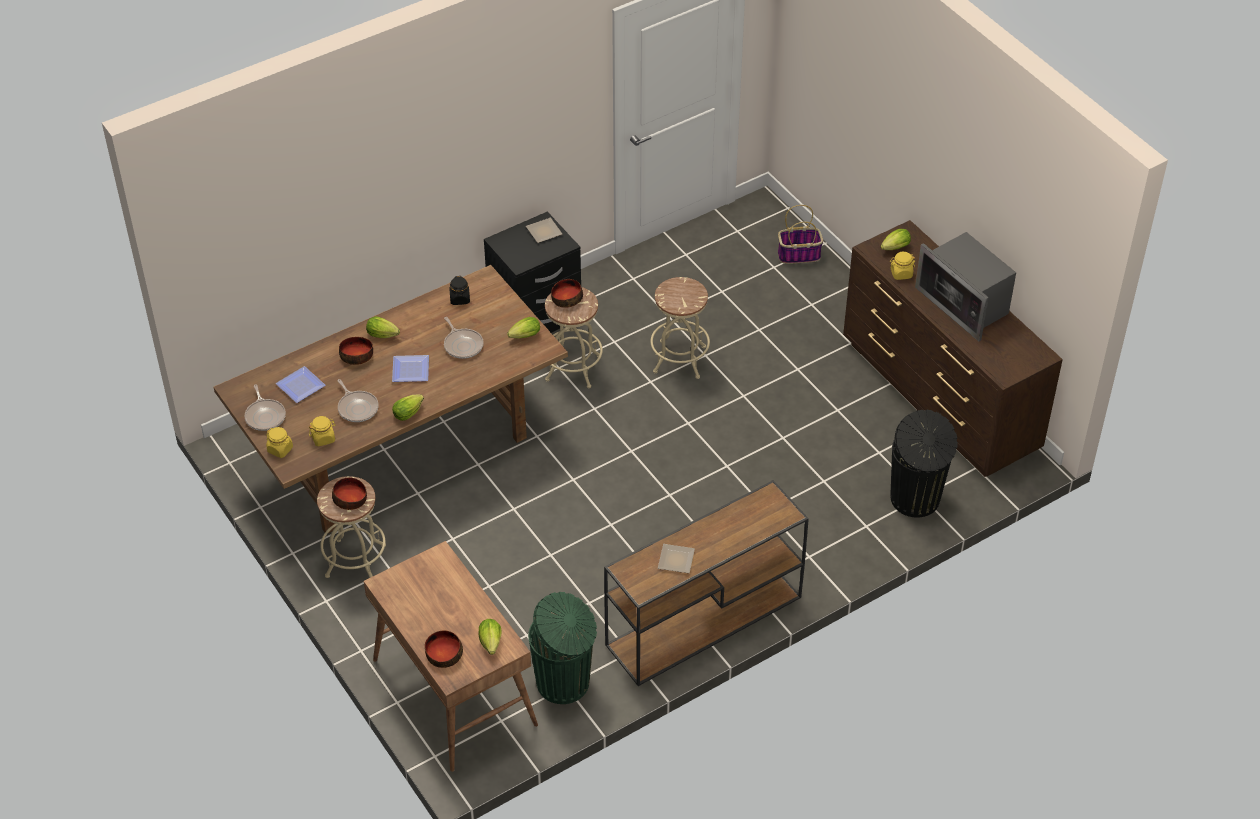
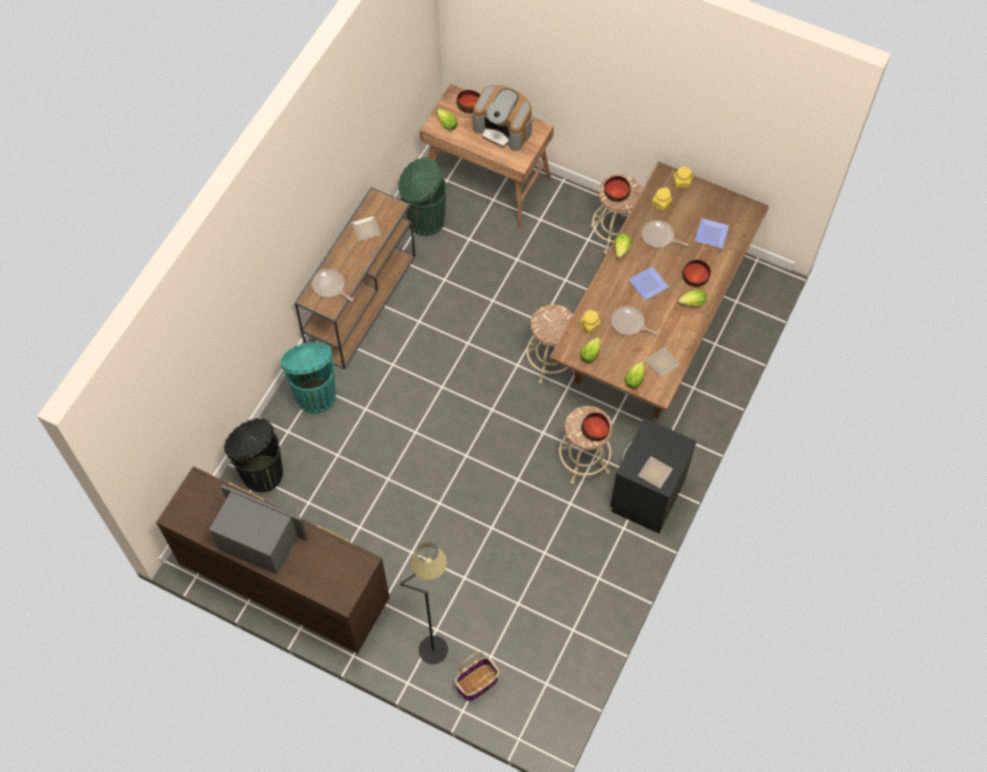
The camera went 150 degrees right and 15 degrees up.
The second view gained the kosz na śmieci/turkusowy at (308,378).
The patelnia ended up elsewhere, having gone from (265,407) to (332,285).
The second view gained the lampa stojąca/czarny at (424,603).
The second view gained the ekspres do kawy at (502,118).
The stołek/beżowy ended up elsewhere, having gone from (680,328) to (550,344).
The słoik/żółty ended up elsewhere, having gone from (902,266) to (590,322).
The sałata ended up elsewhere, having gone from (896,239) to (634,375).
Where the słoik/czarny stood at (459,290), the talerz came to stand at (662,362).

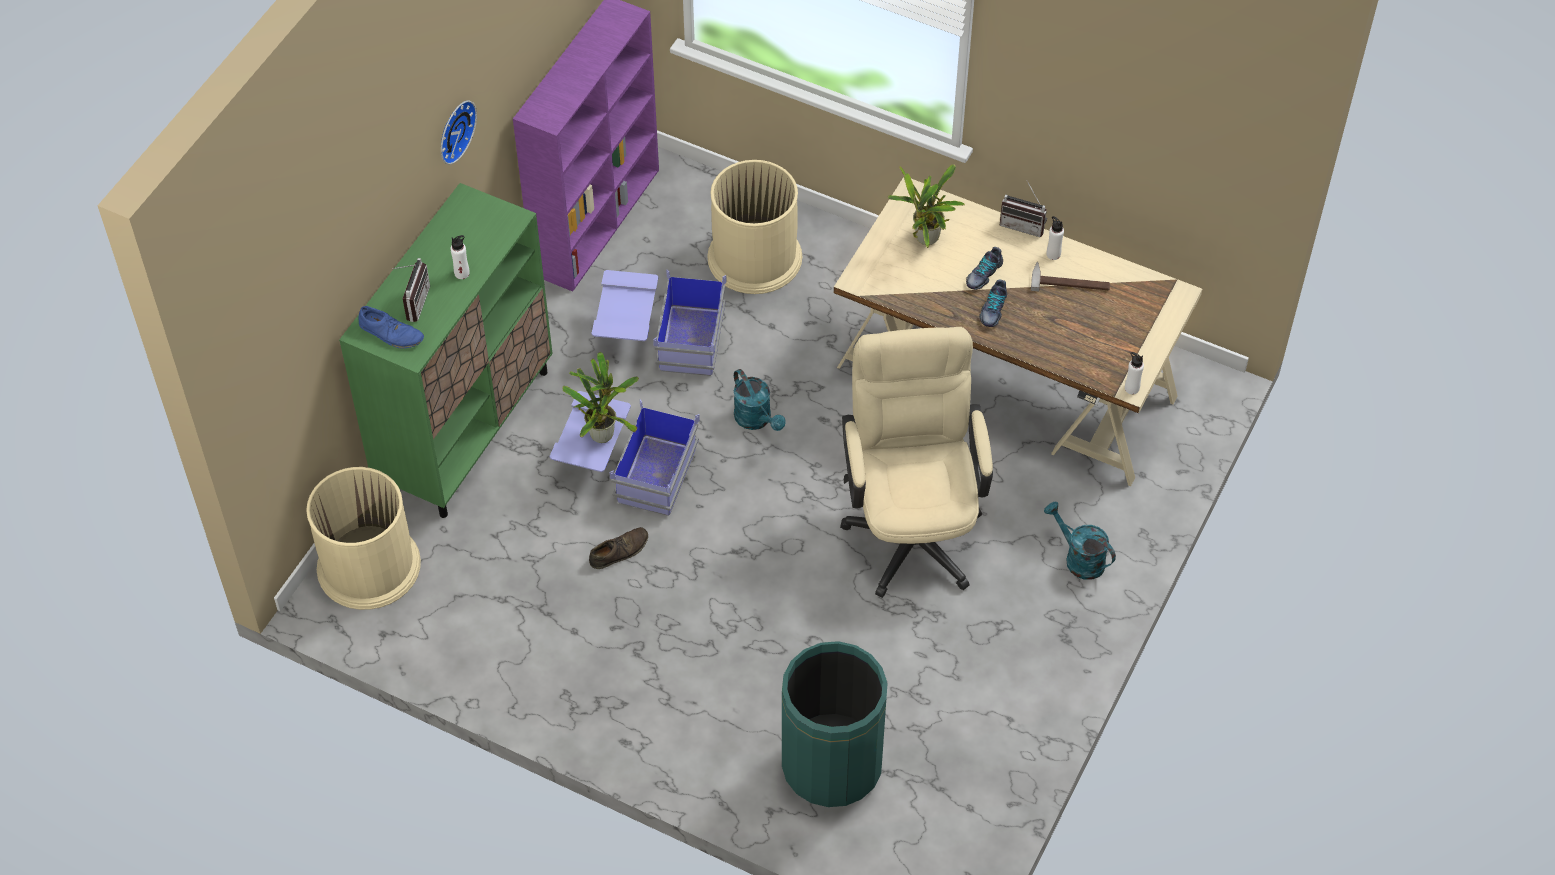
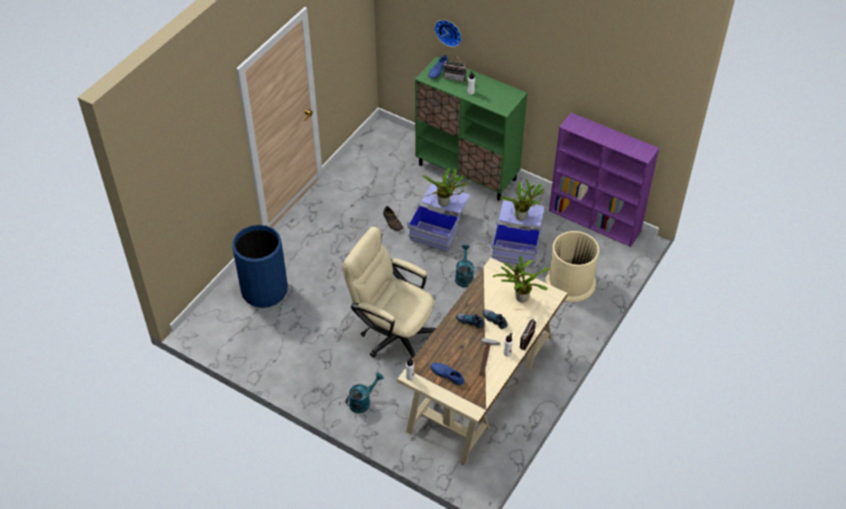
The camera went 95 degrees right and 5 degrees down.
What was the kosz na śmieci/zielony at (835,724) turned into the kosz na śmieci/niebieski at (260,266).
The krzesło biurowe/beżowy at (916,462) ended up facing another way, 150 degrees counterclockwise from before.
The second view gained the but/niebieski at (447,374).
The zegar ścienny ended up elsewhere, having gone from (459,132) to (448,33).
The konewka/turkusowy at (760,400) ended up facing another way, 120 degrees clockwise from before.
The second view gained the roślina doniczkowa at (522,200).
The second view lost the kosz na śmieci/beżowy at (363,538).

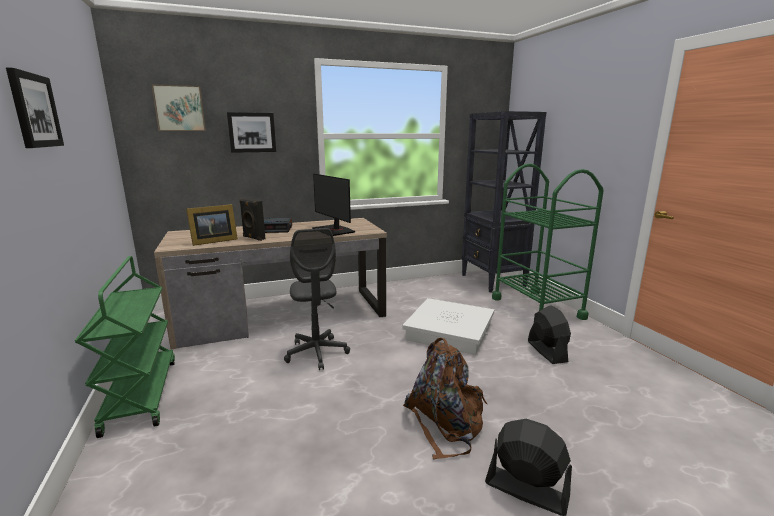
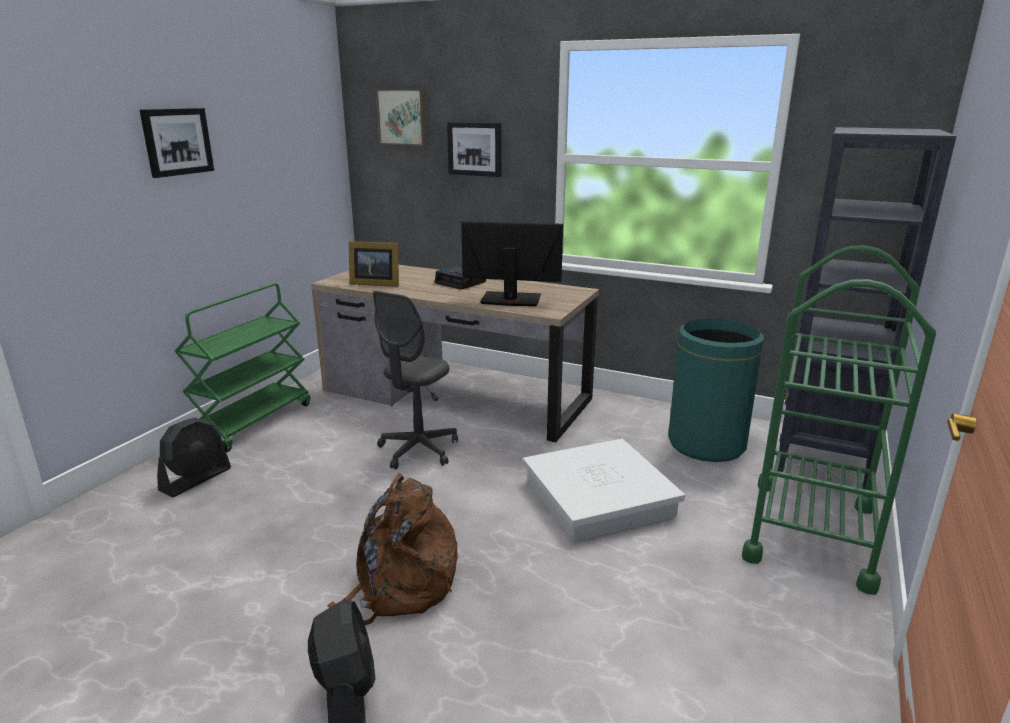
The camera went 45 degrees right and 5 degrees up.
The wentylator/czarny ended up elsewhere, having gone from (549,334) to (194,457).
The monitor at (333,204) ended up facing another way, 90 degrees clockwise from before.
The second view gained the kosz na śmieci/zielony at (716,390).
The second view lost the głośnik/czarny at (252,219).

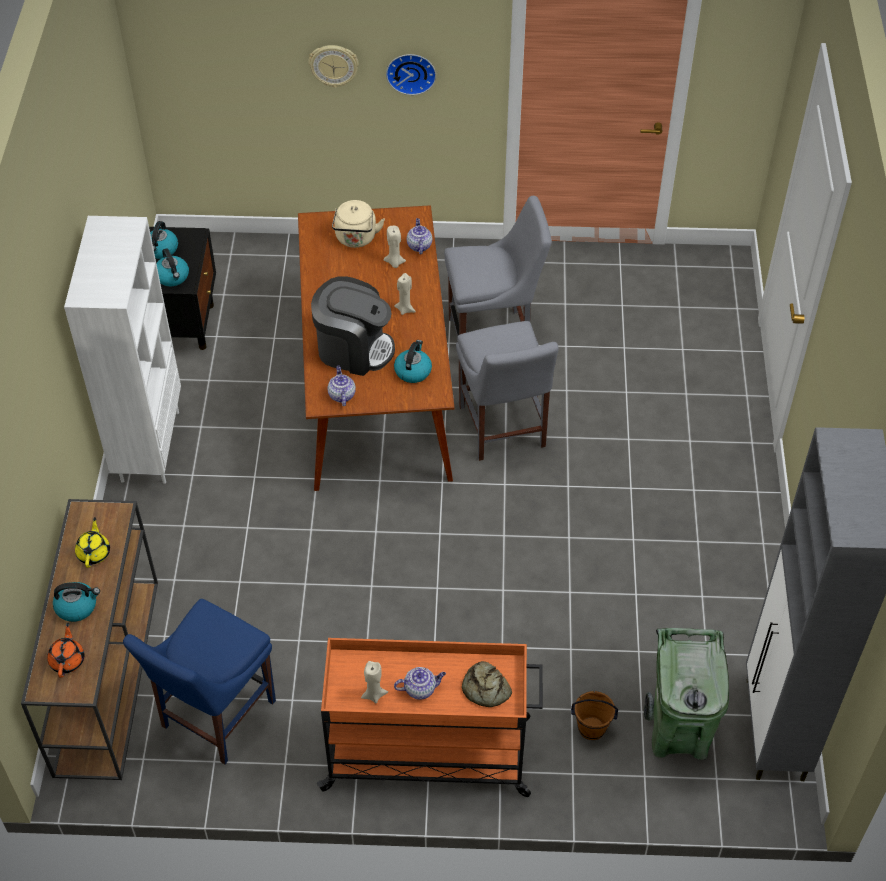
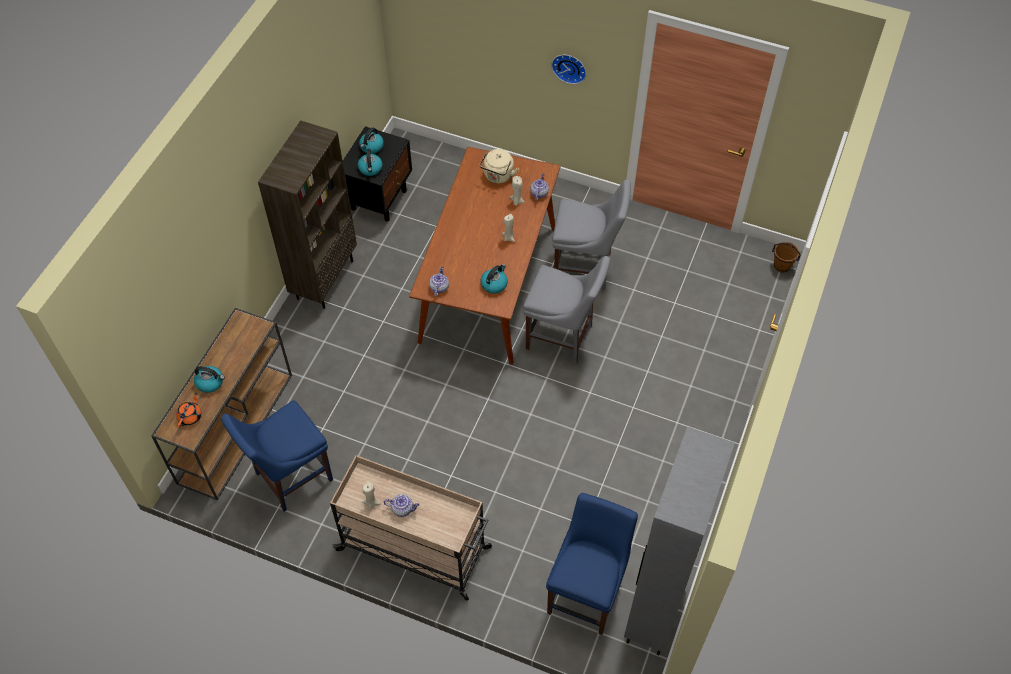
The camera went 20 degrees right and 5 degrees up.
What was the regał/biały at (122,350) turned into the regał/brązowy at (307,214).
What was the wózek/pomarańczowy at (430,717) turned into the wózek/beżowy at (411,528).
The krzesło/szary at (507,391) ended up facing another way, 75 degrees counterclockwise from before.
Where the kosz na śmieci/zielony stood at (686,694), the krzesło/niebieski came to stand at (592,564).
The wiadro/brązowy ended up elsewhere, having gone from (594,715) to (786,257).
The second view lost the imbryk/żółty at (92,542).
The second view lost the zegar ścienny at (333,66).
The second view lost the ekspres do kawy at (353,326).
The second view lost the chleb at (487,684).

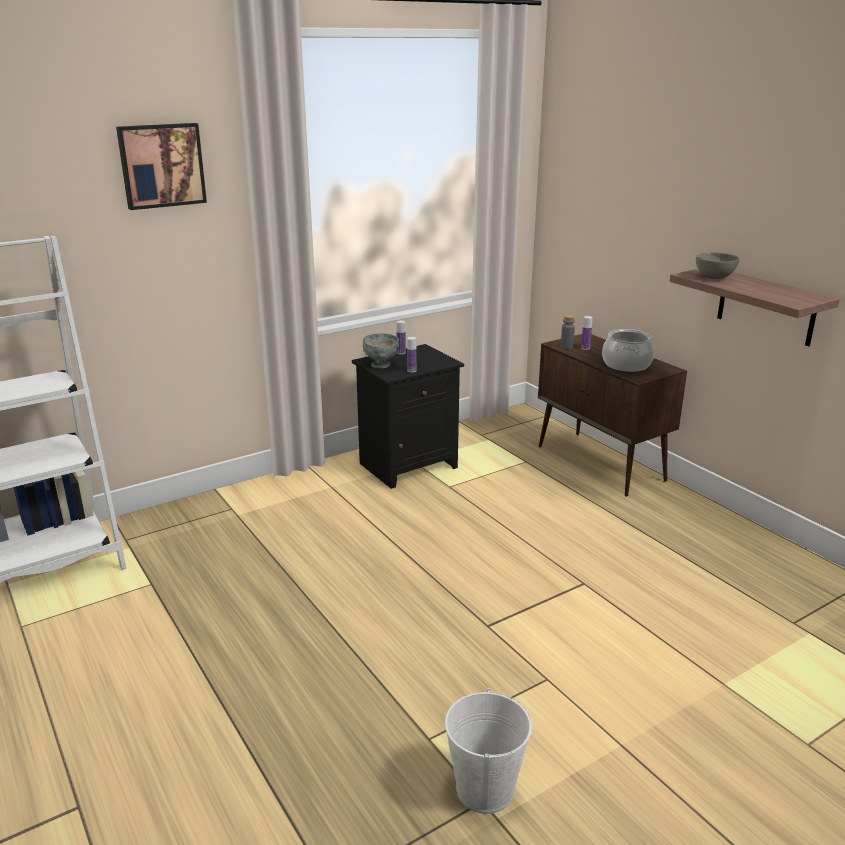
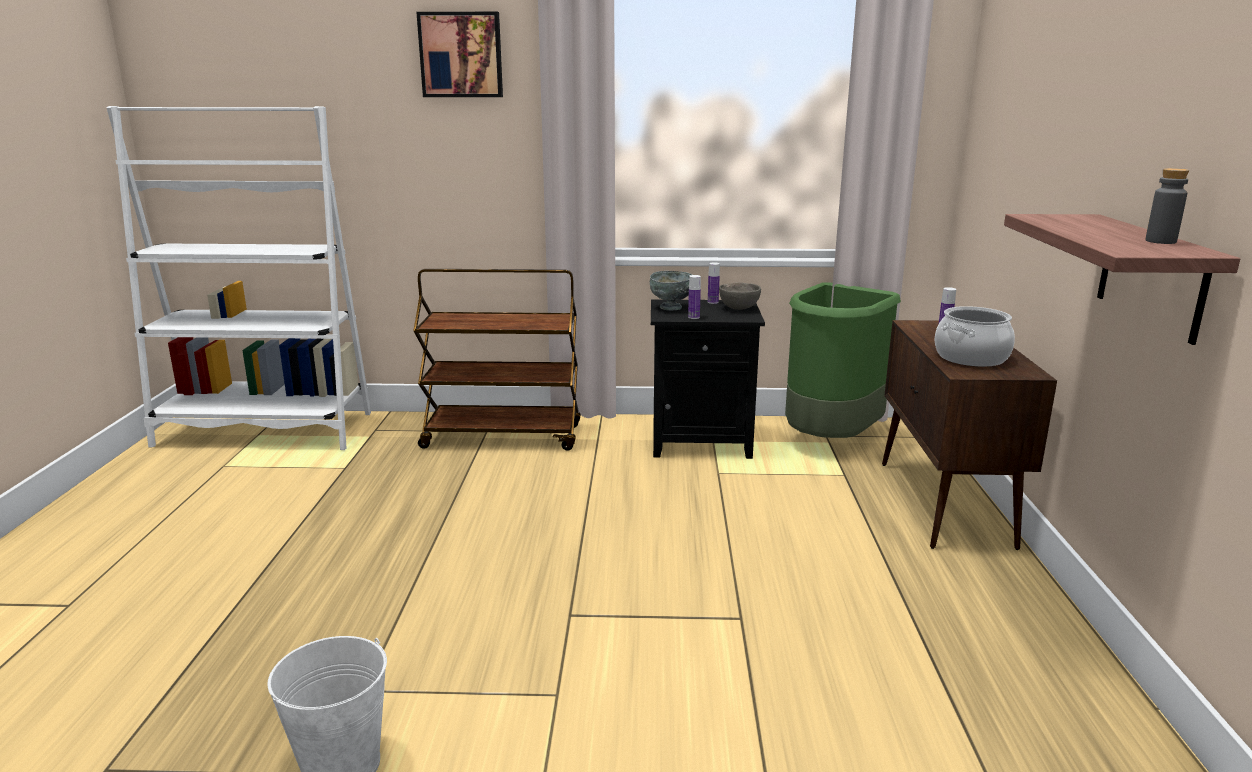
The camera went 35 degrees right and 5 degrees down.
The second view gained the wózek/brązowy at (496,360).
The miska/szary ended up elsewhere, having gone from (718,265) to (740,296).
The second view gained the kosz na śmieci/zielony at (843,360).
The butelka/szary ended up elsewhere, having gone from (568,332) to (1167,206).

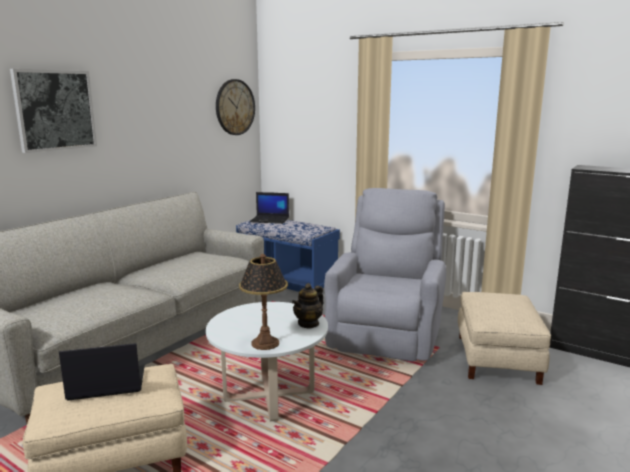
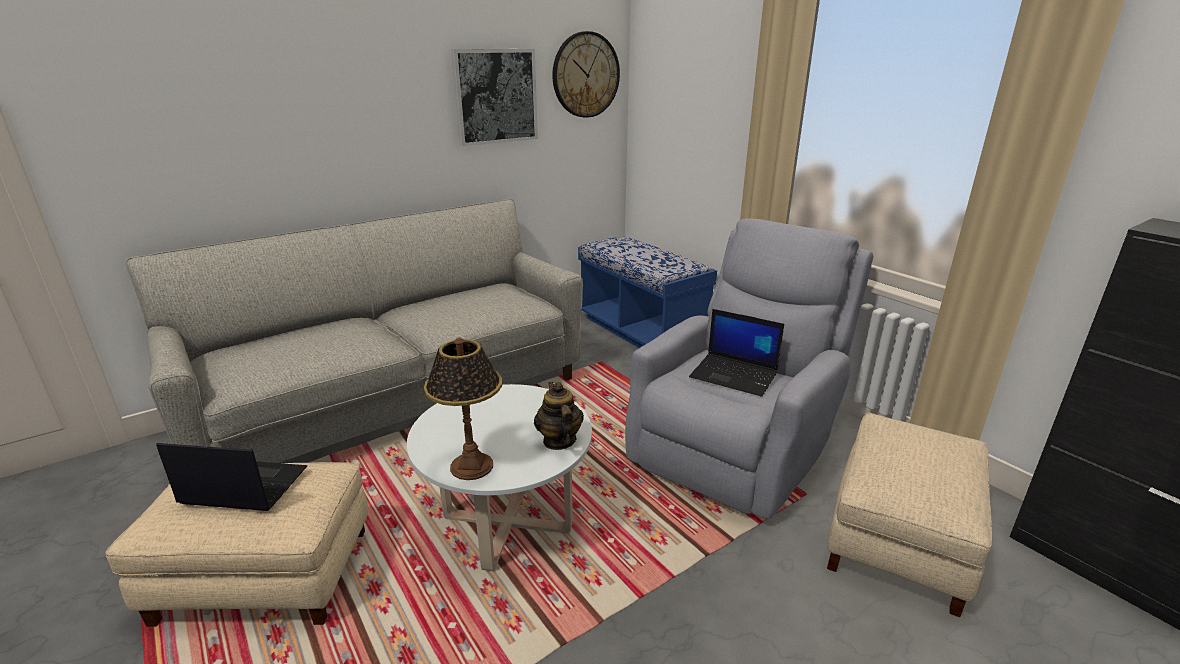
The camera went 20 degrees right and 10 degrees up.
The obraz ended up elsewhere, having gone from (53,111) to (494,97).
The imbryk at (308,306) ended up facing another way, 105 degrees clockwise from before.
The laptop ended up elsewhere, having gone from (269,208) to (736,353).

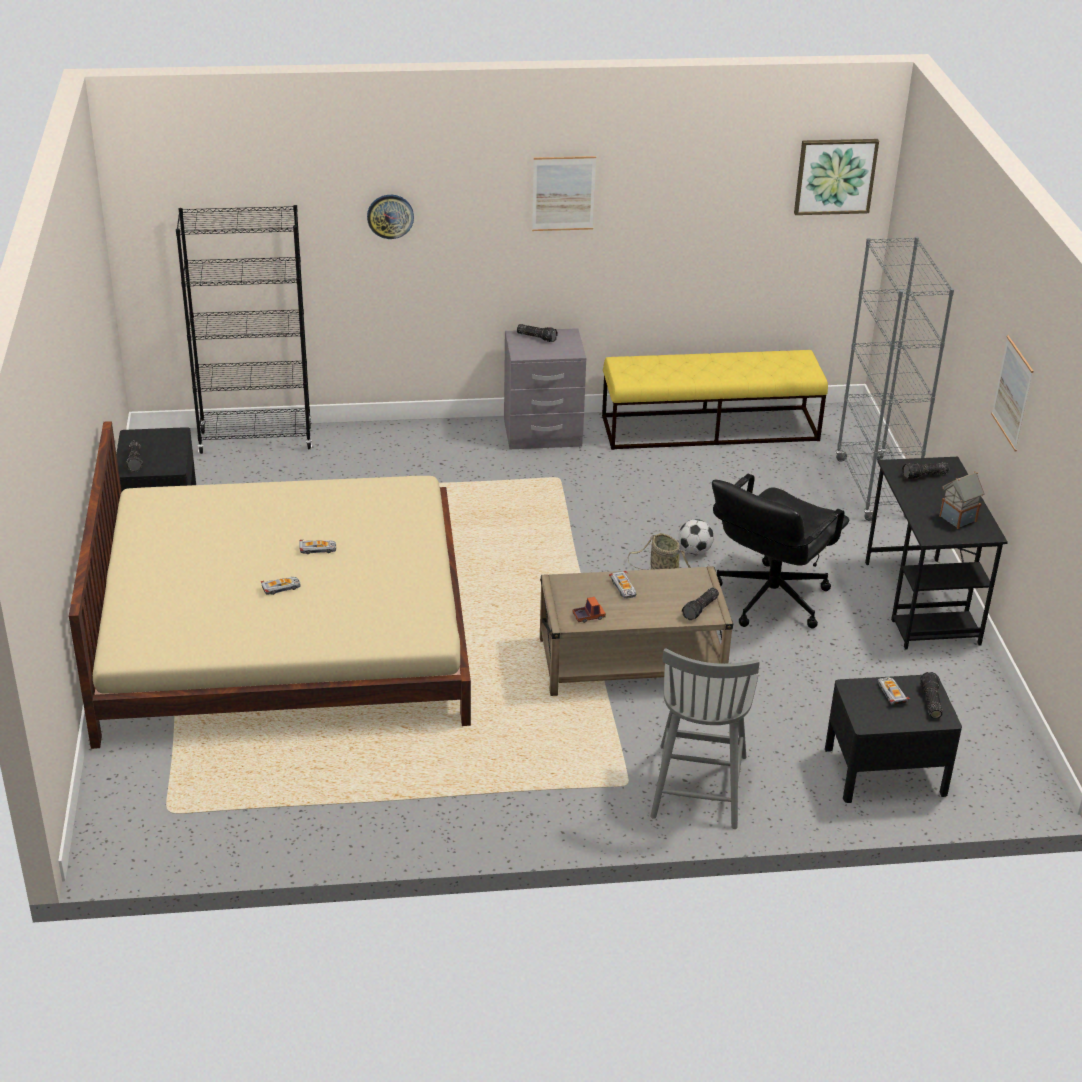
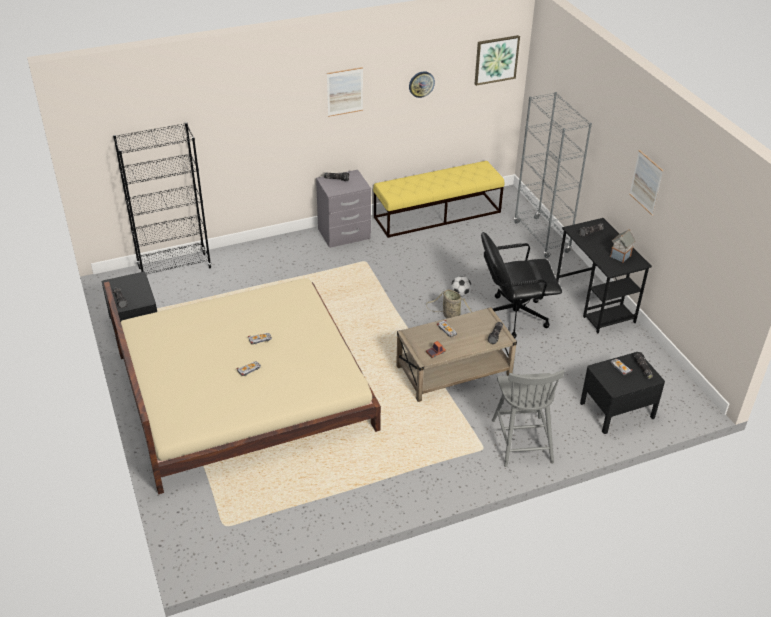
The camera went 15 degrees left and 5 degrees up.
The zegar ścienny ended up elsewhere, having gone from (390,217) to (422,84).
The krzesło biurowe/czarny at (780,551) ended up facing another way, 60 degrees clockwise from before.

